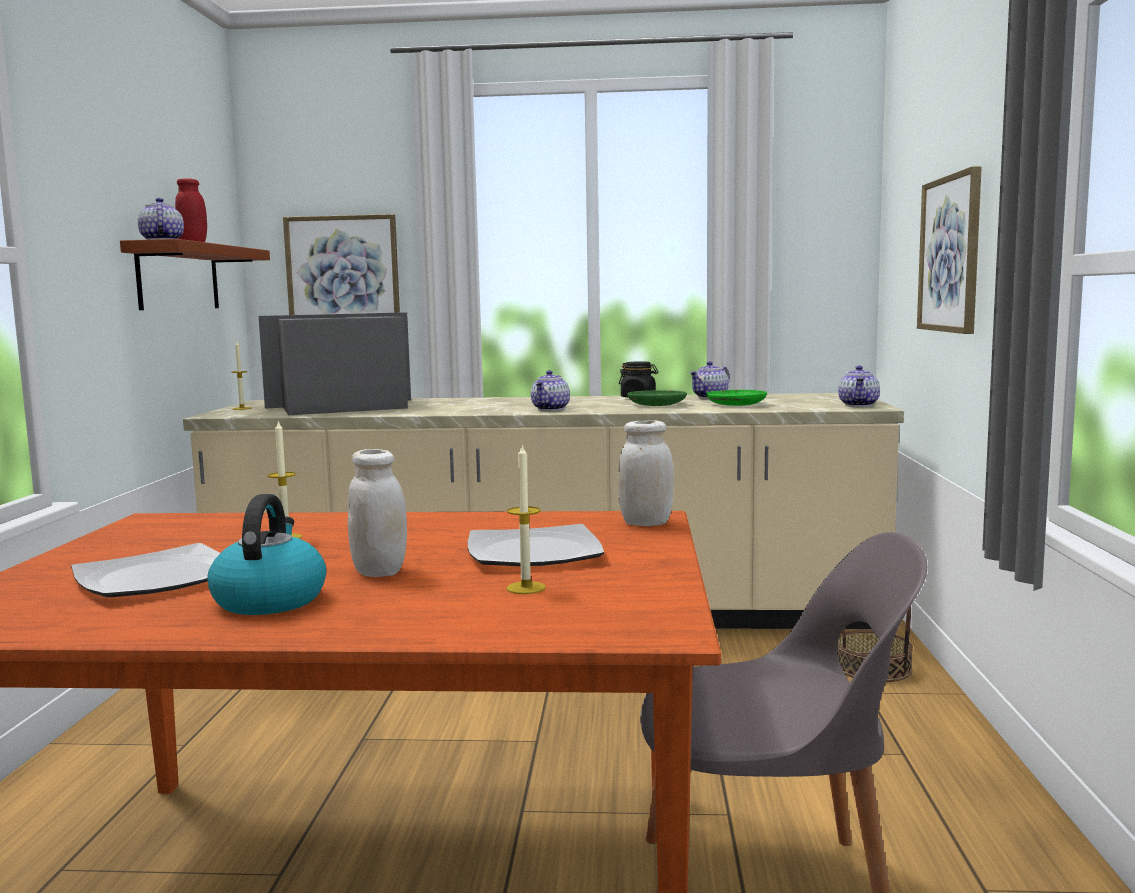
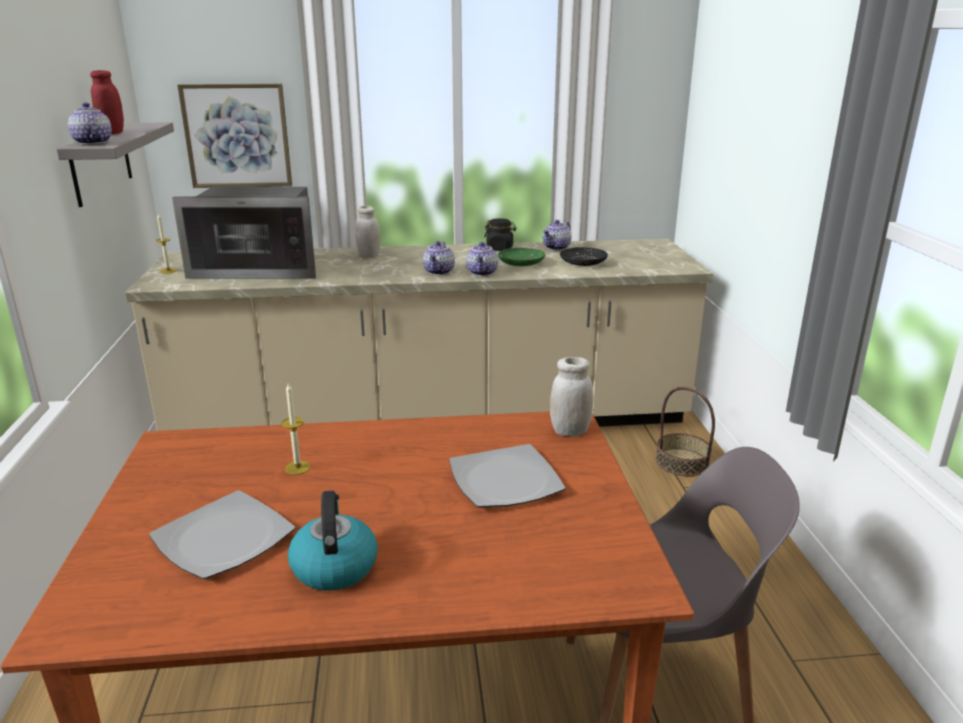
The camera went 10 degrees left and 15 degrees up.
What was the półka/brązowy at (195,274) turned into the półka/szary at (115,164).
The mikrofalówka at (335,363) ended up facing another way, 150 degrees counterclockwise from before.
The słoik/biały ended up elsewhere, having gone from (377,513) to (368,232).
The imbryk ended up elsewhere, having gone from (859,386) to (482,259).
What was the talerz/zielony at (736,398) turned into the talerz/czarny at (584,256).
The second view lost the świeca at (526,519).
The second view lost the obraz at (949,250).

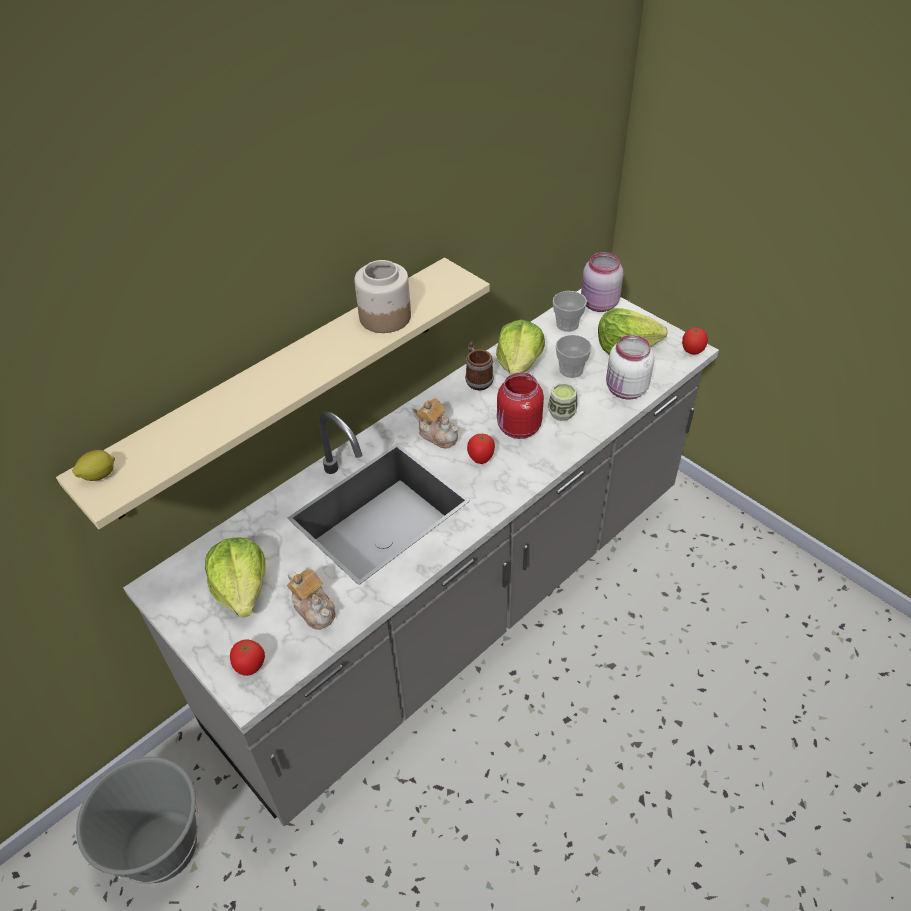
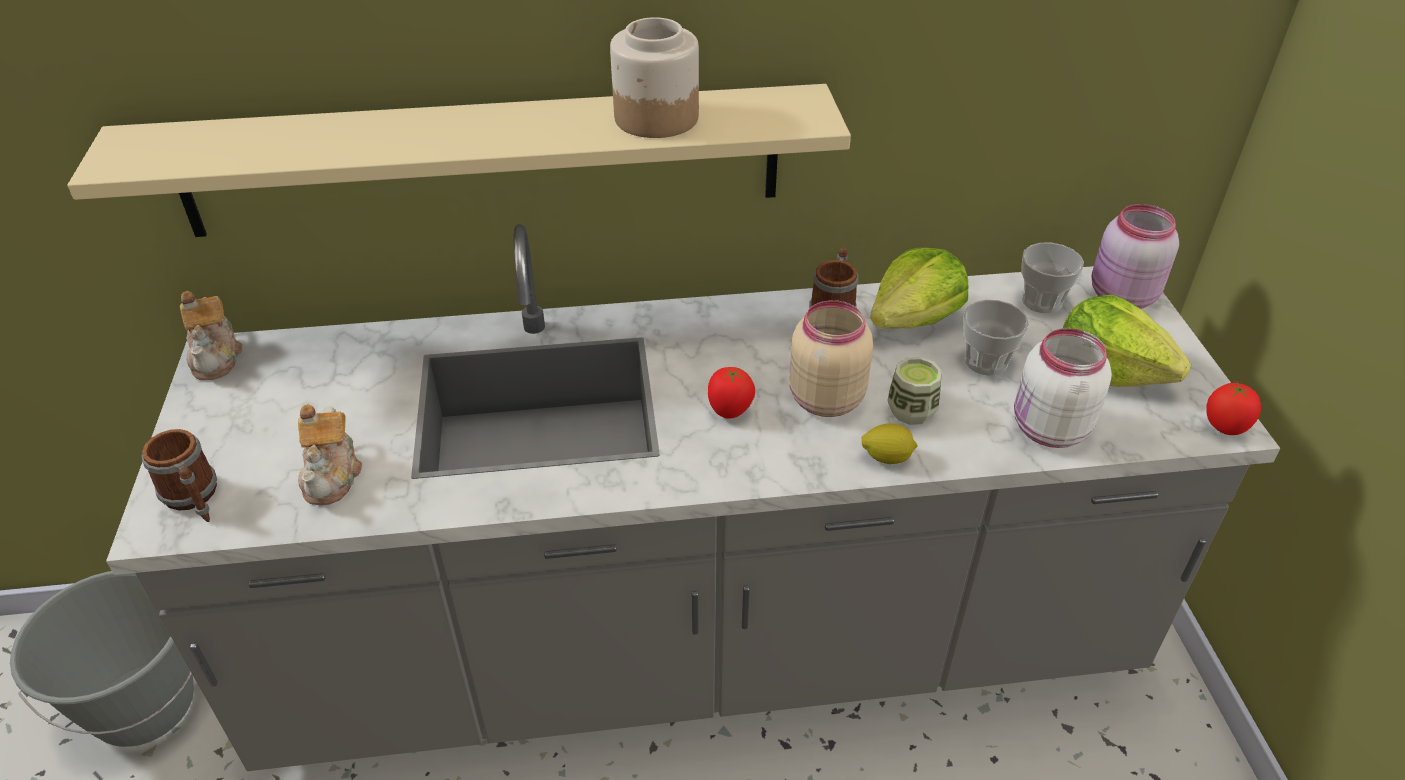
The camera went 35 degrees right and 5 degrees down.
Where the pomidor stood at (247,657), the kubek came to stand at (179,475).
The imbryk ended up elsewhere, having gone from (435,423) to (211,335).
What was the słoik/czerwony at (520,405) turned into the słoik/beżowy at (831,358).
The cytryna ended up elsewhere, having gone from (93,465) to (889,443).
The second view lost the sałata at (235,577).

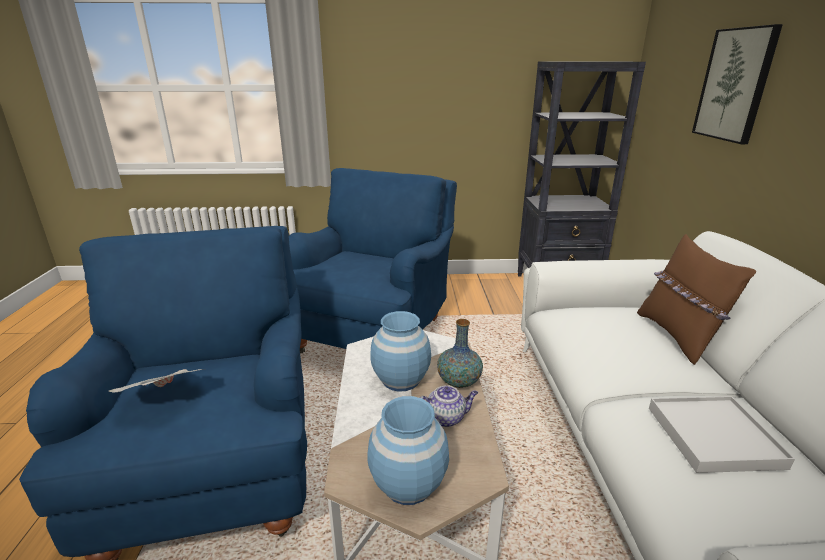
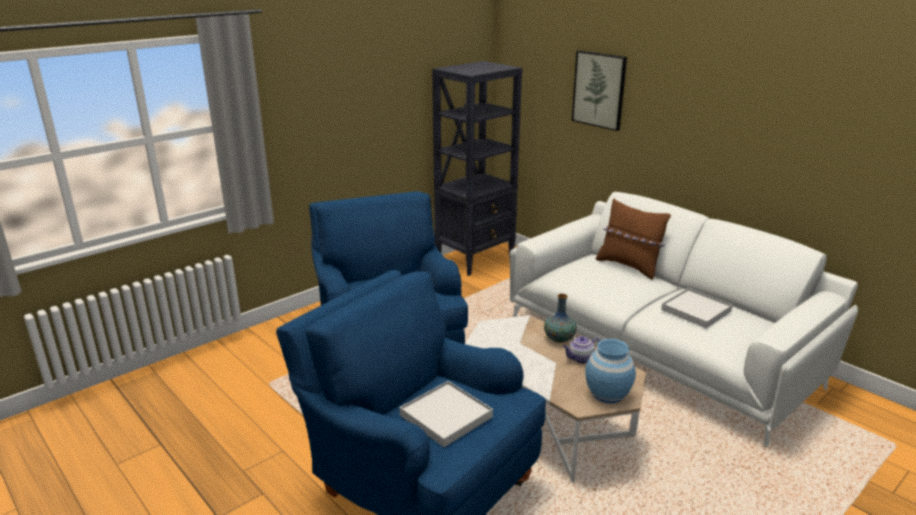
The camera went 40 degrees left and 0 degrees up.
Where the gazeta stood at (156,380), the taca/biały came to stand at (446,414).
The imbryk at (449,406) ended up facing another way, 150 degrees counterclockwise from before.
The second view lost the wazon/niebieski at (400,351).

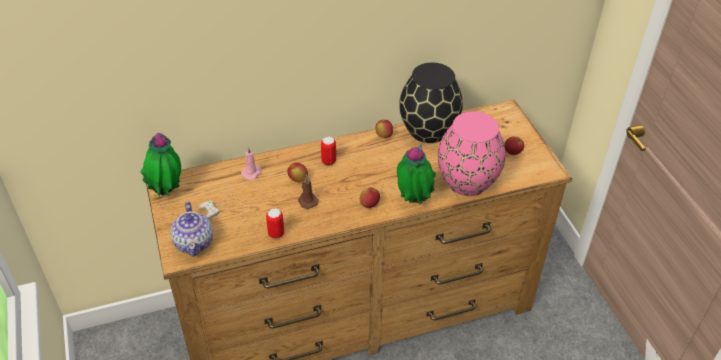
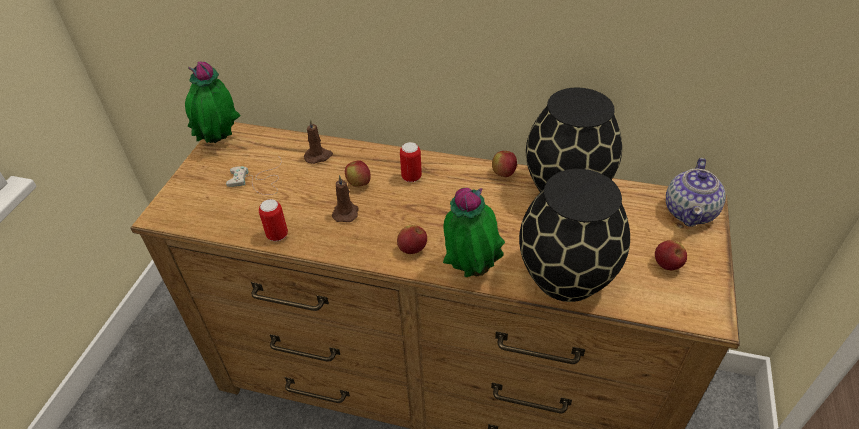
The camera went 35 degrees right and 0 degrees up.
What was the świeca/różowy at (251,163) turned into the świeca/brązowy at (318,141).
What was the wazon/różowy at (472,153) turned into the wazon/czarny at (574,235).
The imbryk ended up elsewhere, having gone from (191,229) to (696,192).

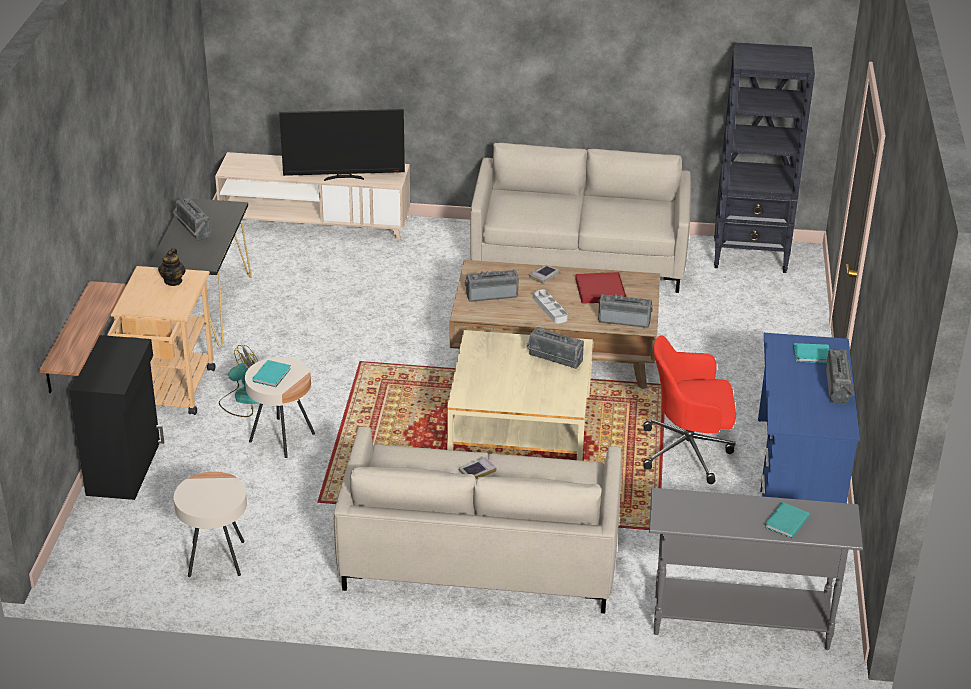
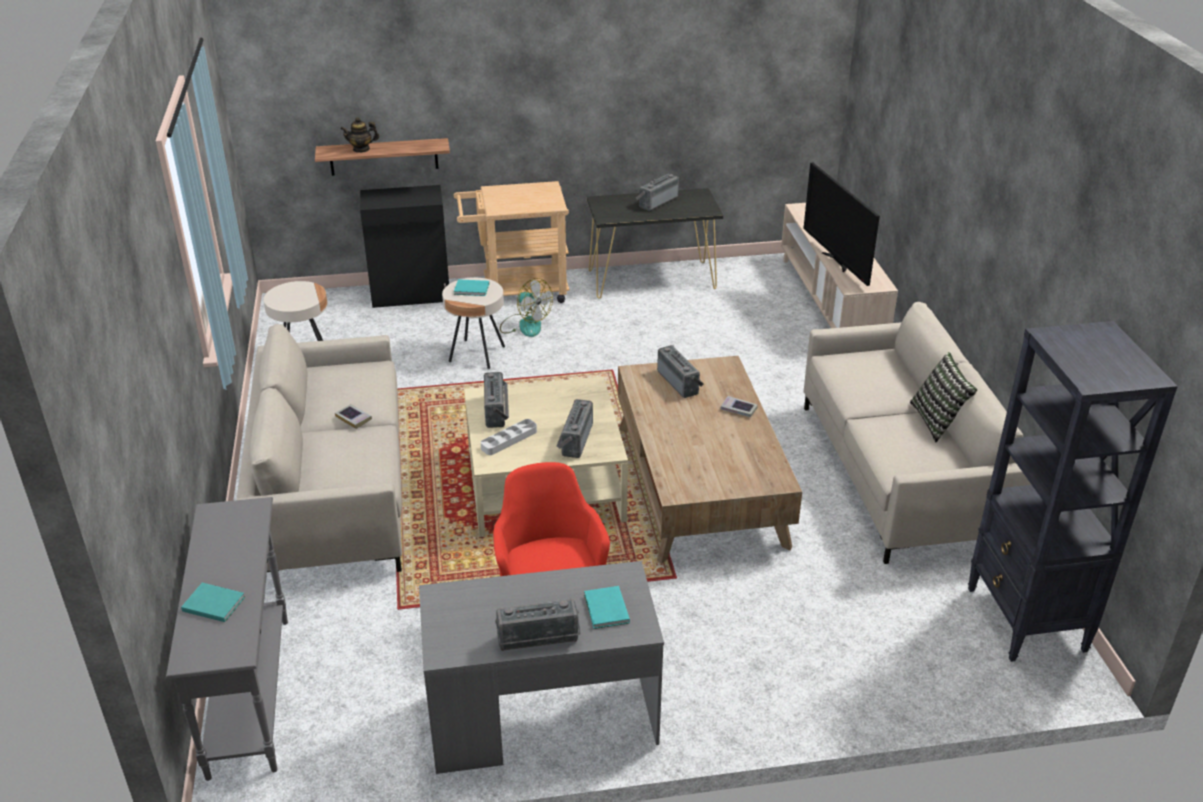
The camera went 75 degrees right and 0 degrees up.
The imbryk ended up elsewhere, having gone from (171,267) to (359,135).
What was the biurko/niebieski at (809,418) turned into the biurko/szary at (541,667).
The taca/szary ended up elsewhere, having gone from (550,306) to (509,437).
The radio ended up elsewhere, having gone from (625,311) to (496,400).
The second view gained the poduszka at (943,397).
The second view lost the taca/czerwony at (600,288).

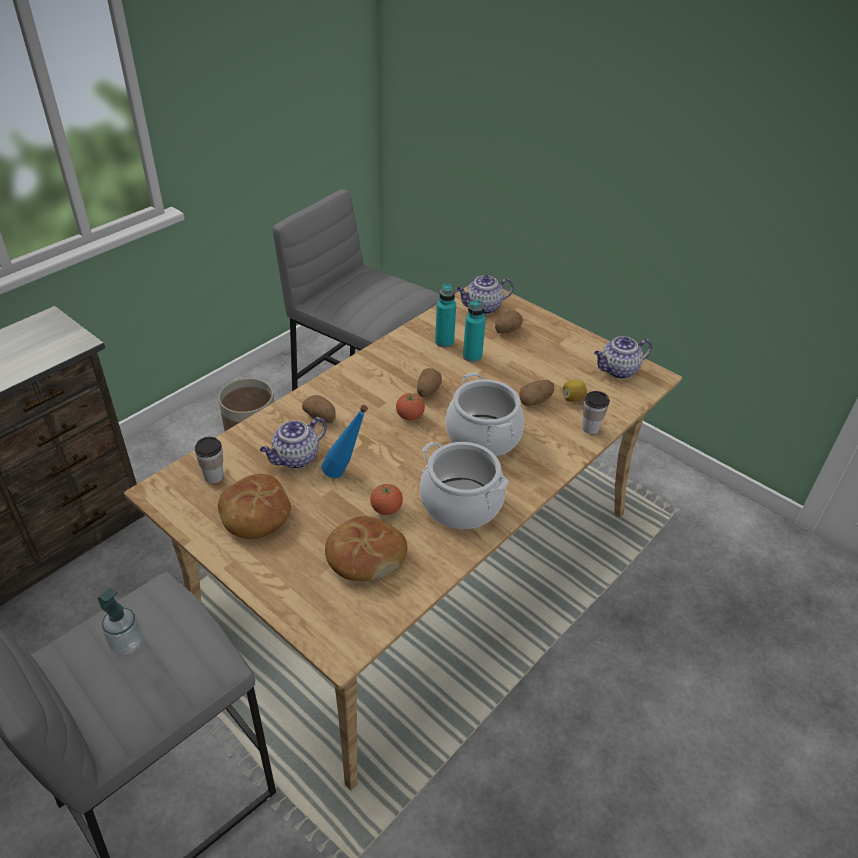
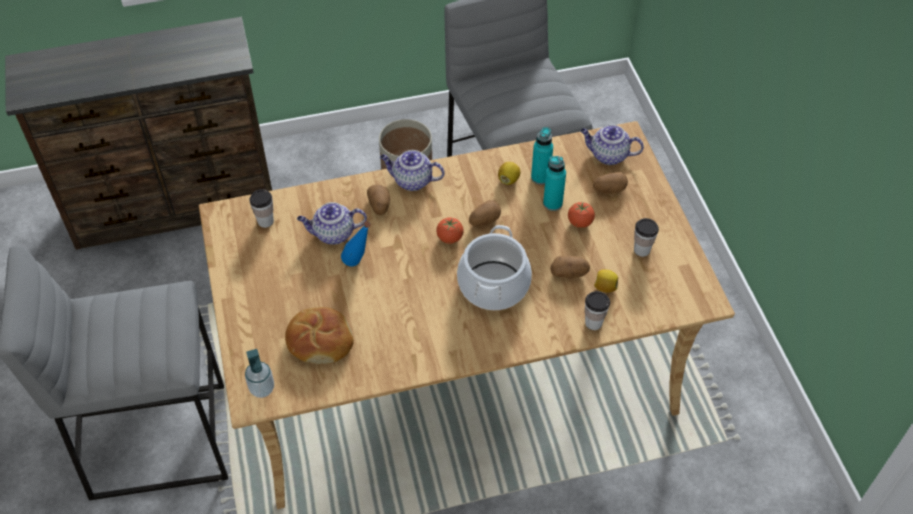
The camera went 35 degrees right and 10 degrees up.
The dozownik mydła ended up elsewhere, having gone from (120,621) to (259,373).
The imbryk ended up elsewhere, having gone from (623,357) to (412,170).
The second view gained the cytryna at (509,173).
The pomidor ended up elsewhere, having gone from (386,499) to (581,215).
The second view gained the filiżanka at (646,237).
The second view lost the chleb at (254,506).
The second view lost the garnek at (464,485).

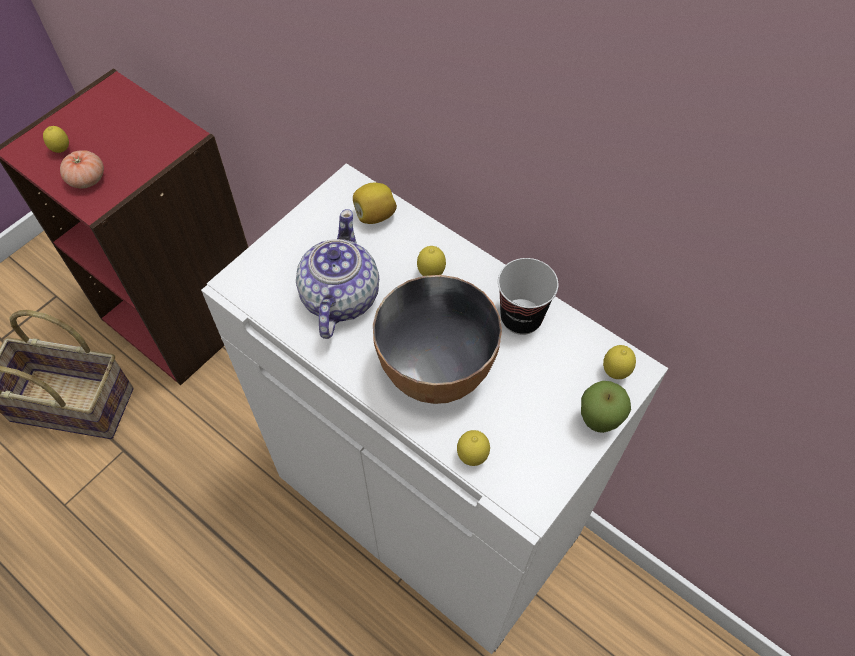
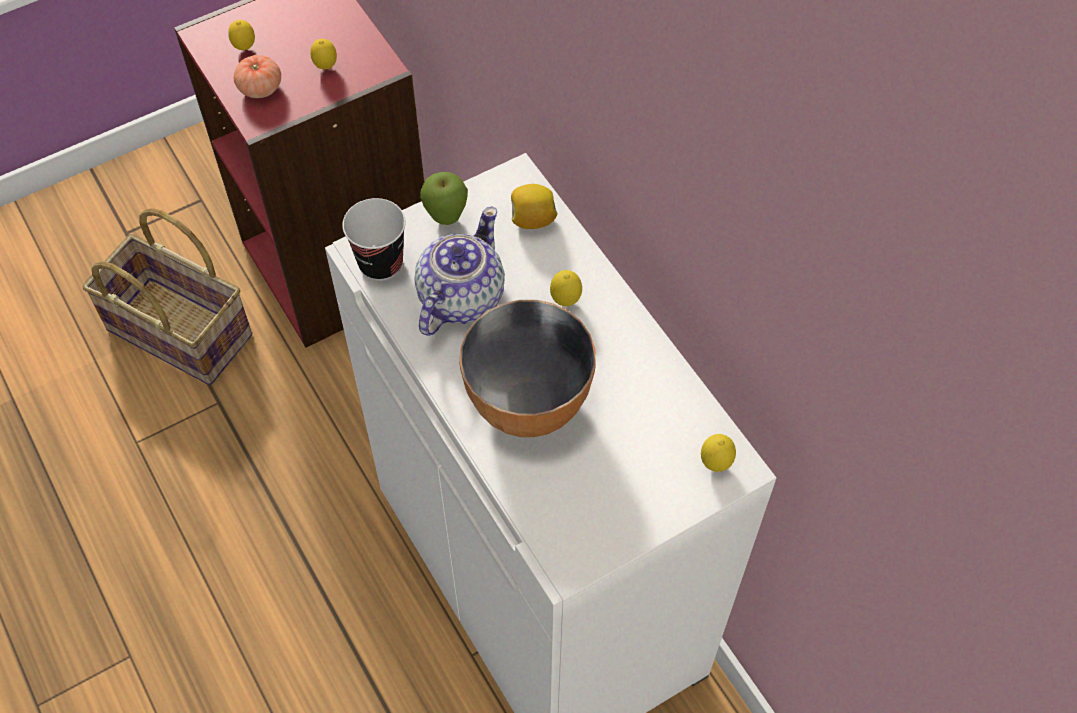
The camera went 20 degrees right and 0 degrees up.
The cytryna ended up elsewhere, having gone from (473,448) to (324,54).
The filiżanka ended up elsewhere, having gone from (528,296) to (374,239).
The jabłko ended up elsewhere, having gone from (606,407) to (444,198).

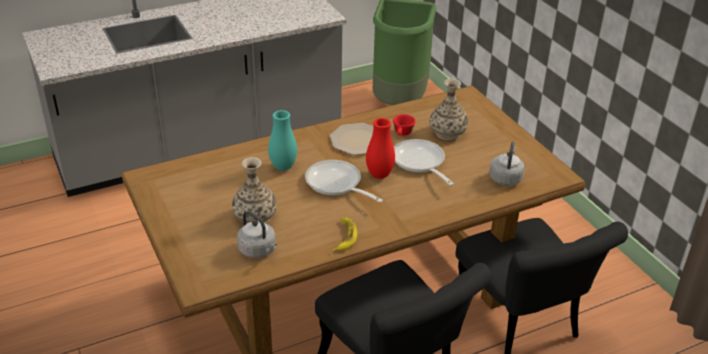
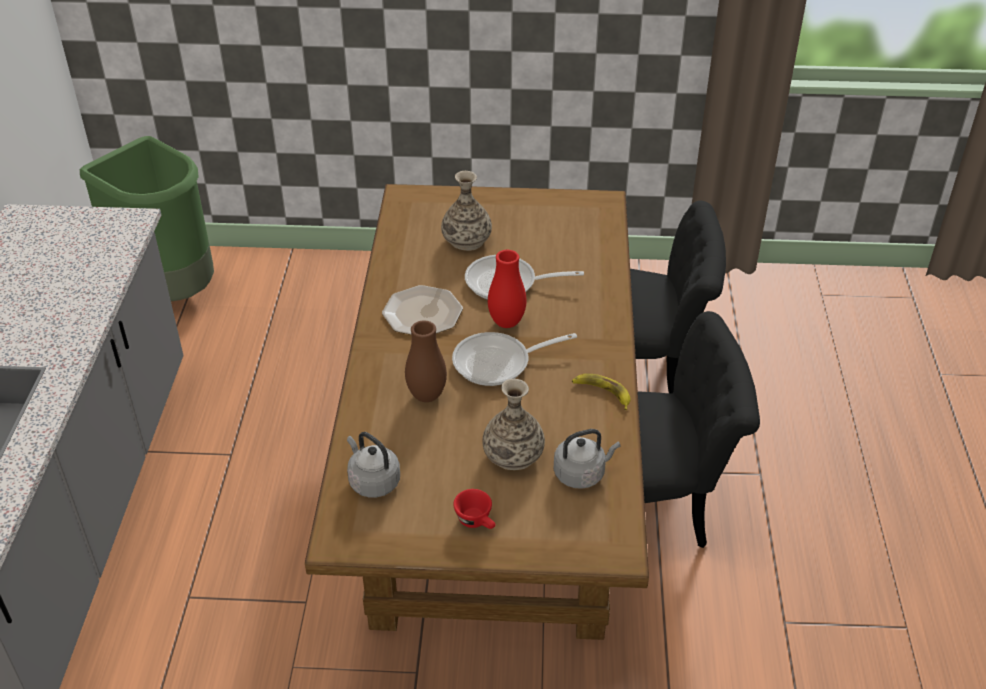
The camera went 60 degrees left and 5 degrees up.
The czajnik/szary ended up elsewhere, having gone from (507,164) to (373,465).
What was the wazon/turkusowy at (282,140) turned into the wazon/brązowy at (426,361).
The filiżanka/czerwony ended up elsewhere, having gone from (404,125) to (474,509).

